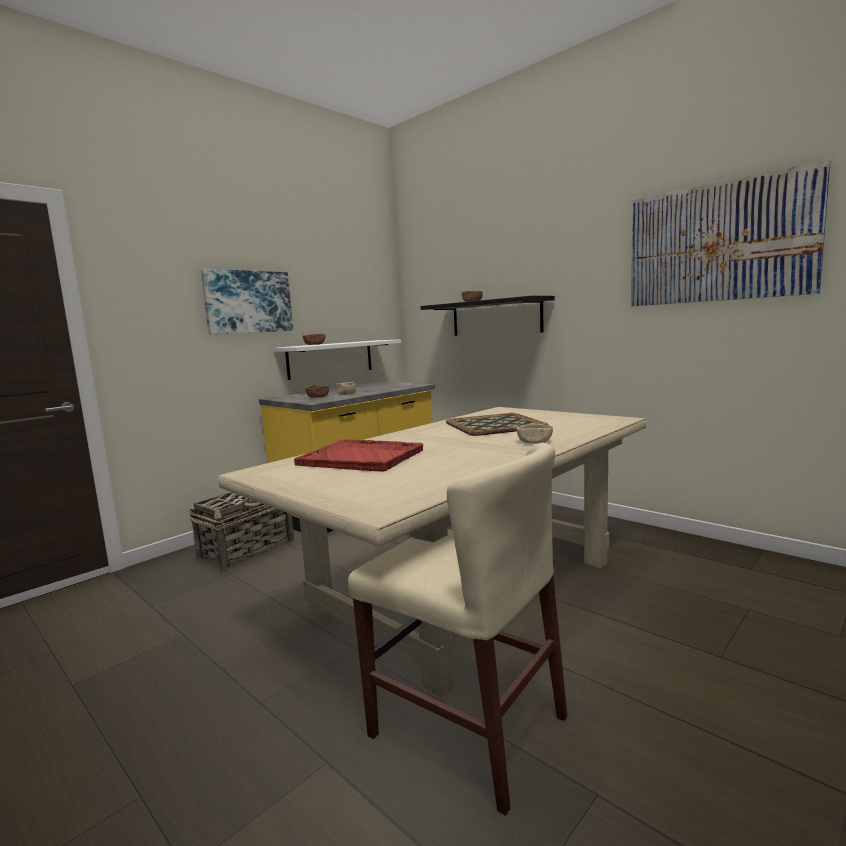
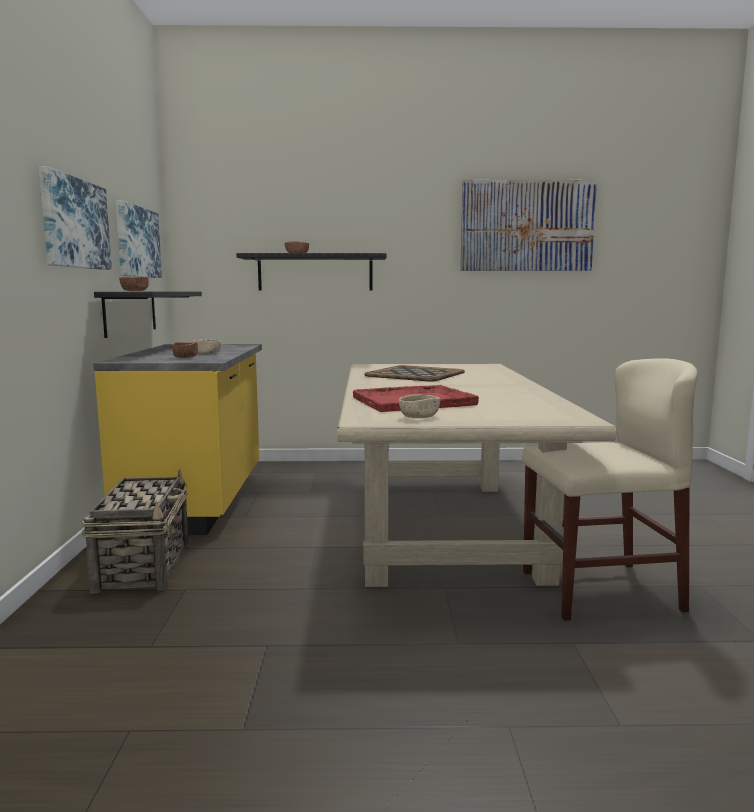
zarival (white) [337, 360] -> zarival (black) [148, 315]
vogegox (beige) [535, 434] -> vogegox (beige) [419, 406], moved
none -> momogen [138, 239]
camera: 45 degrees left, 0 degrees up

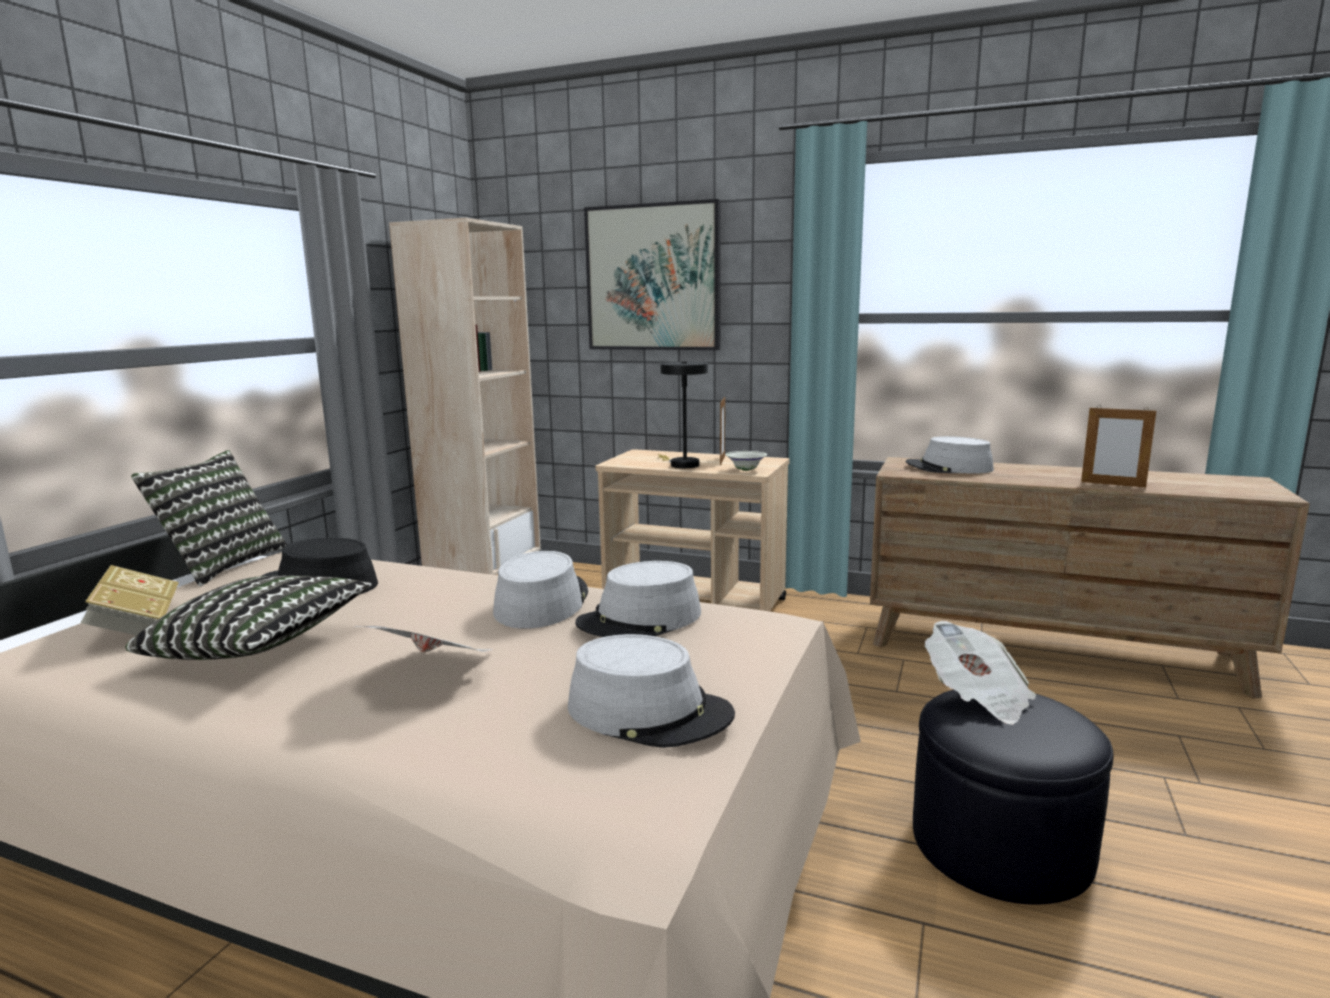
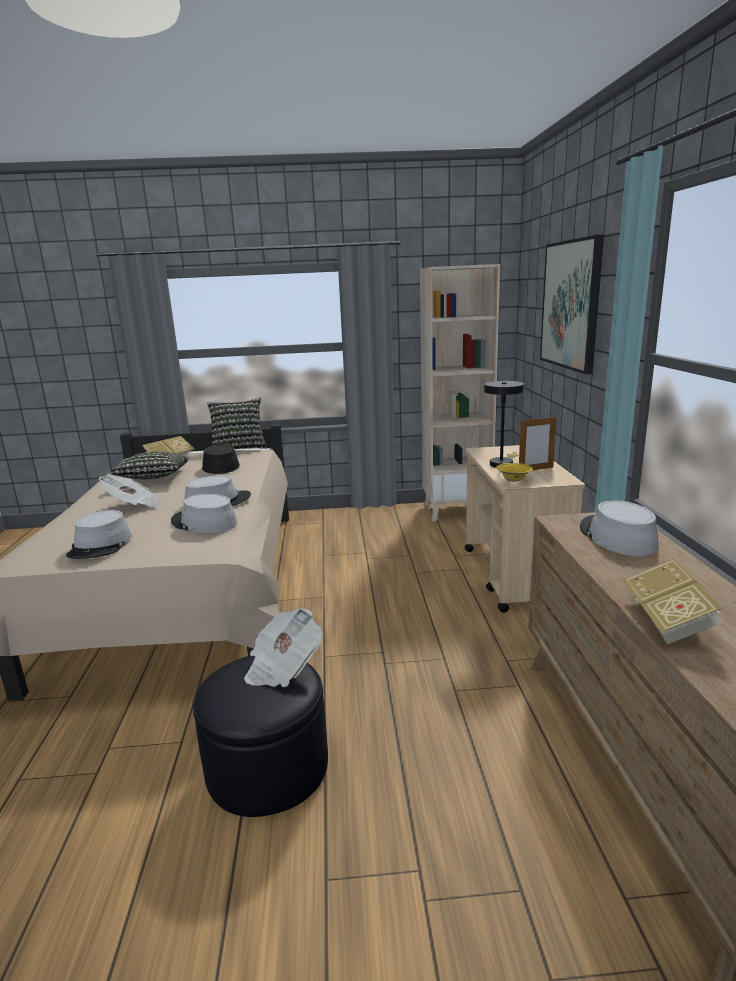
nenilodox [1118, 446] -> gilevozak [673, 601]
vogegox (white) [746, 461] -> vogegox (yellow) [514, 472]
camera: 65 degrees right, 5 degrees up

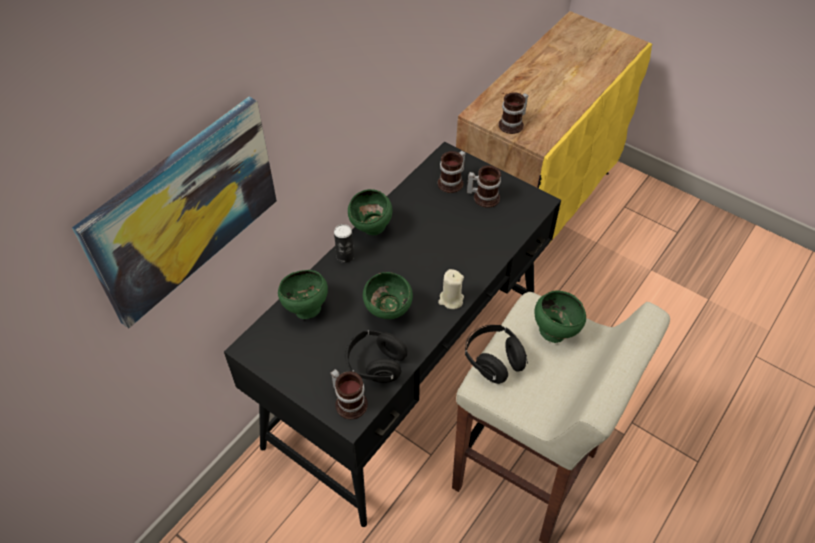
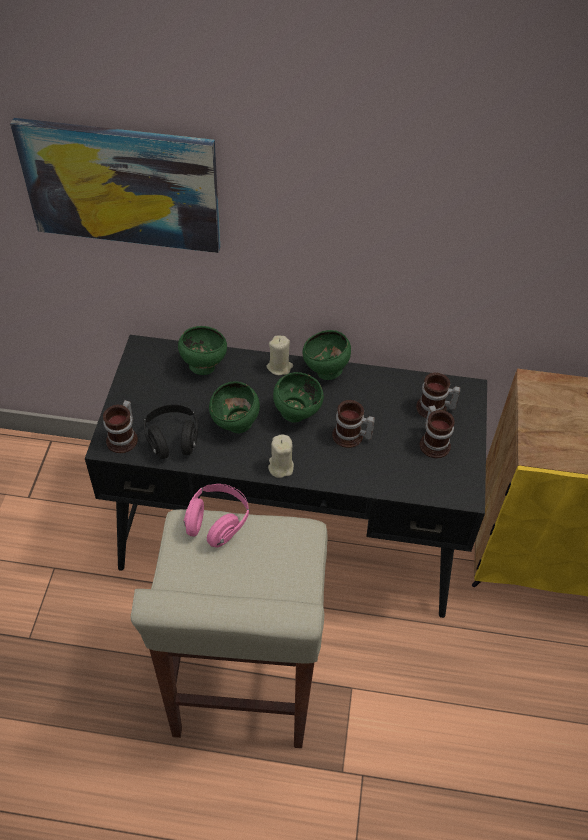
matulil [513, 113] -> matulil [353, 424], moved
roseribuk [344, 243] -> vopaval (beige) [279, 355]
vogegox (green) [560, 317] -> vogegox (green) [298, 397], moved
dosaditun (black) [496, 354] -> dosaditun (pink) [216, 516]
camera: 60 degrees right, 0 degrees up

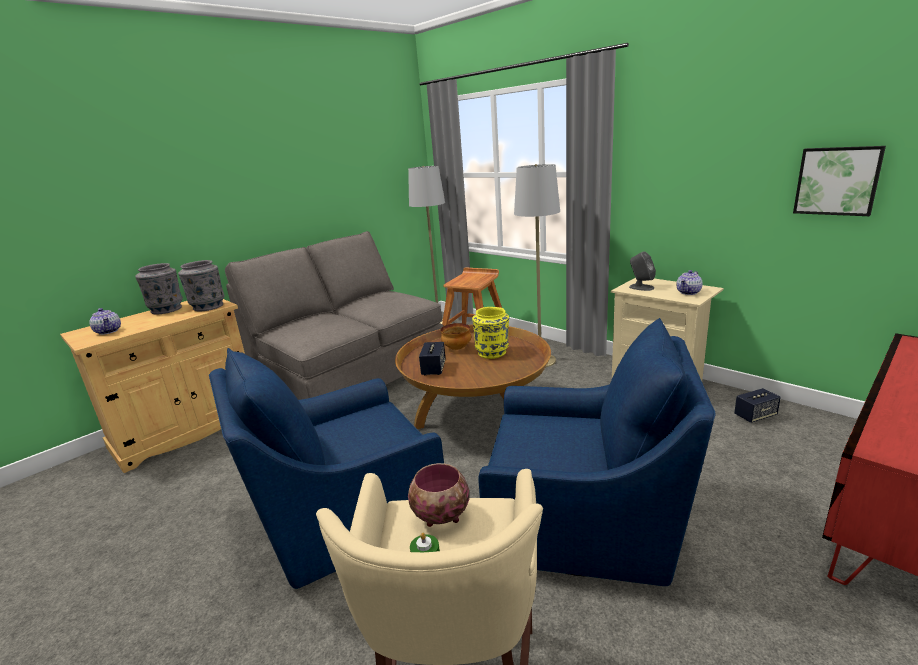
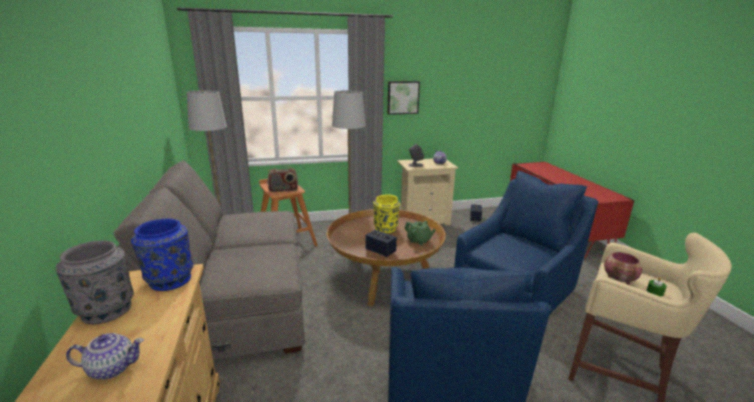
momogen [839, 181] -> momogen [403, 98], moved
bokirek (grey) [201, 285] -> bokirek (blue) [162, 254]
vogegox [456, 336] -> none
none -> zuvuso [283, 179]
none -> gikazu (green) [420, 233]
camera: 60 degrees left, 0 degrees up

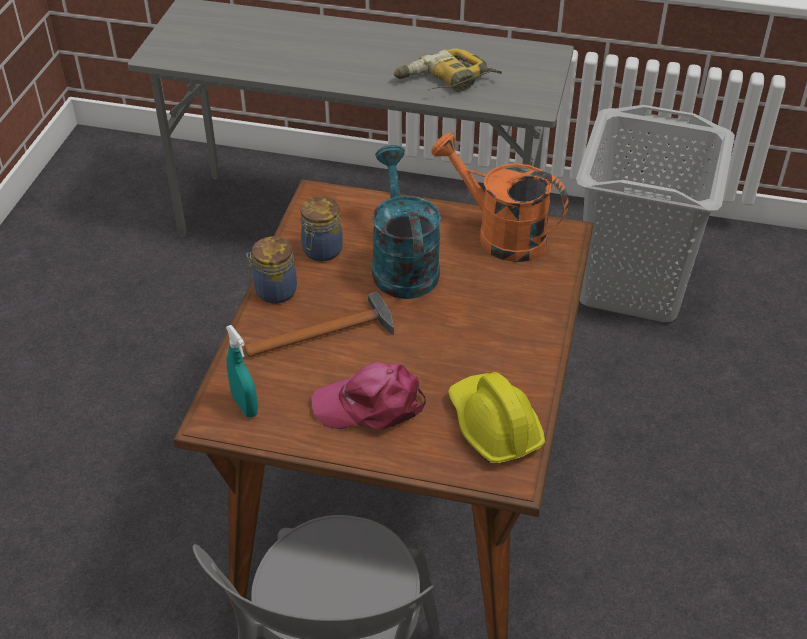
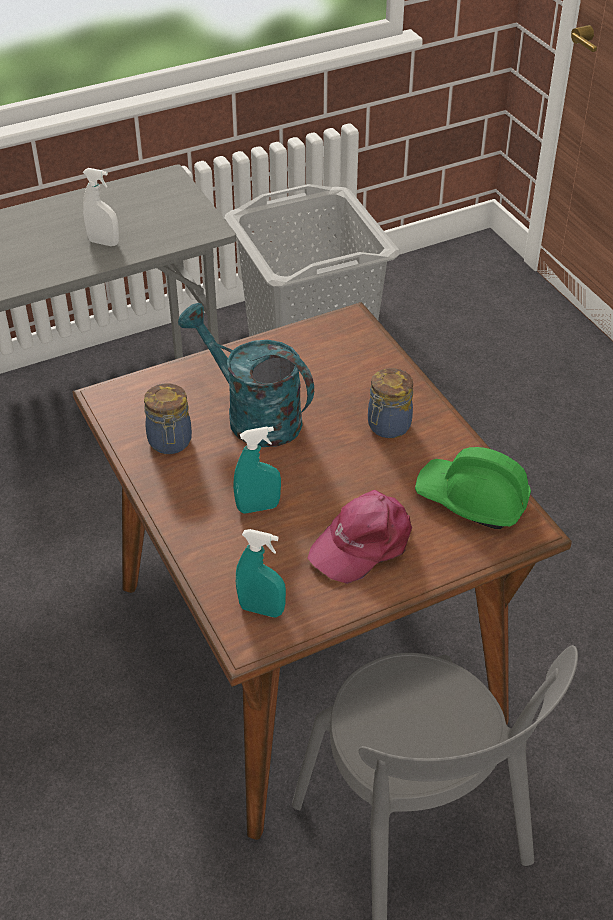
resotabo [448, 70] -> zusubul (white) [101, 207]
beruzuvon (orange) [500, 197] -> none
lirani [271, 270] -> lirani [390, 403], moved
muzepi [319, 324] -> zusubul (turquoise) [257, 470]
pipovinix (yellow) [496, 417] -> pipovinix (green) [473, 488]
camera: 40 degrees left, 0 degrees up

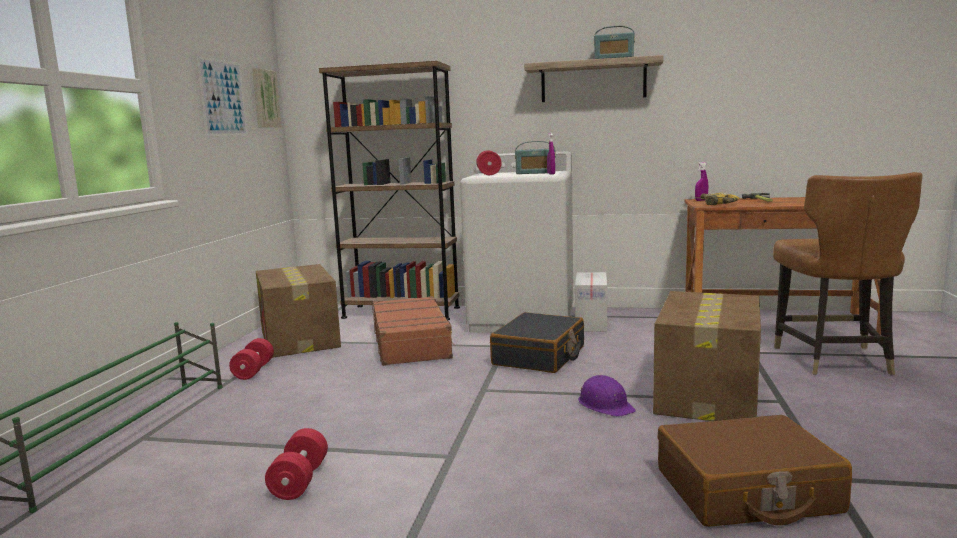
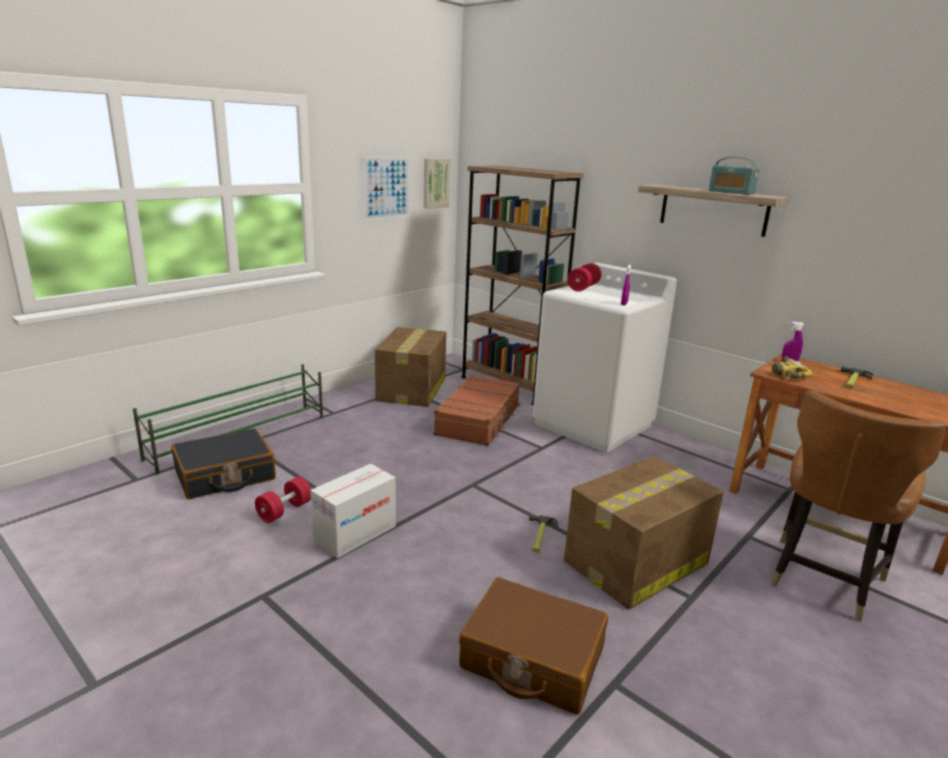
zuvuso [535, 157] -> none
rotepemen [591, 302] -> rotepemen [353, 511], moved
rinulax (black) [537, 342] -> rinulax (black) [223, 463], moved
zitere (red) [251, 359] -> none
pipovinix (purple) [607, 396] -> muzepi [544, 533]
camera: 30 degrees right, 10 degrees up

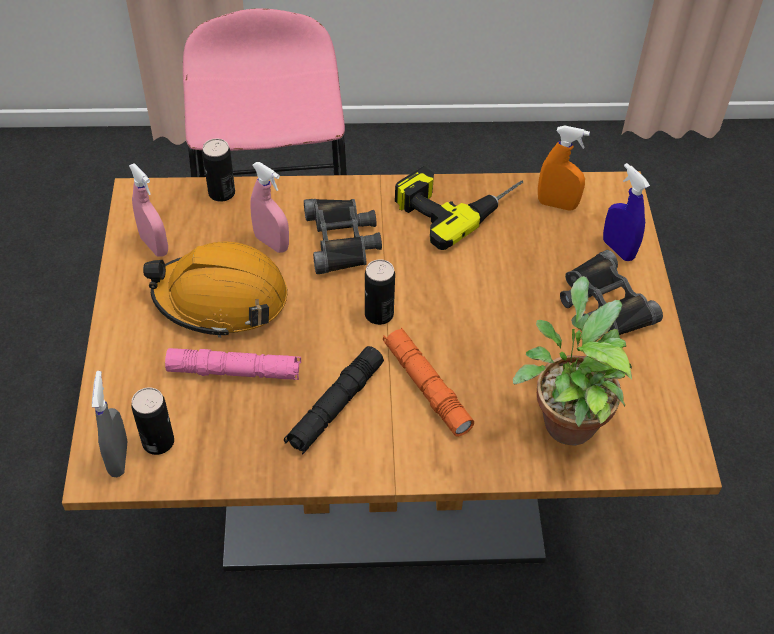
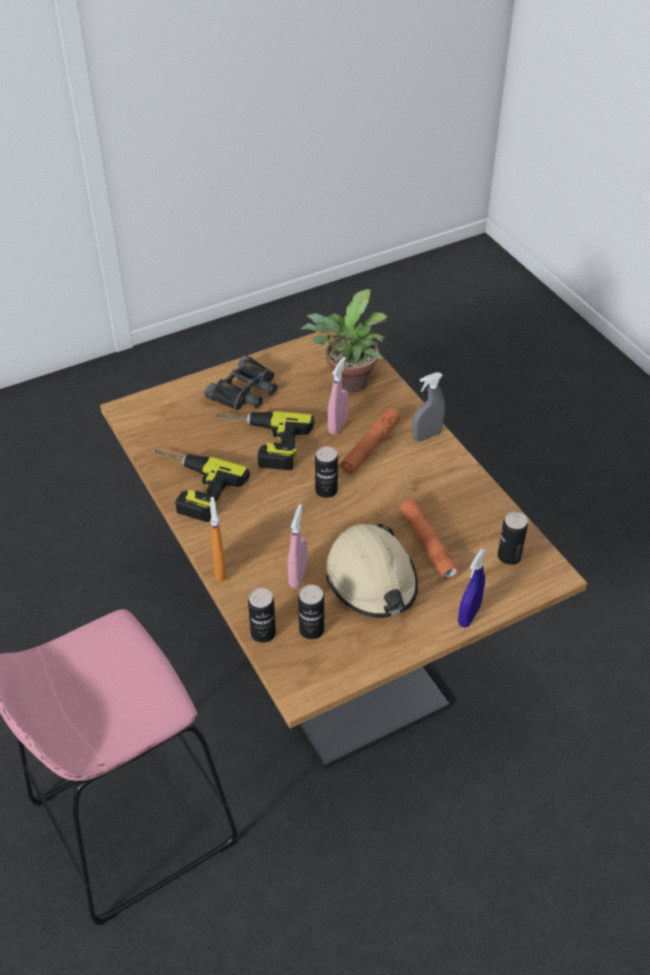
zusubul (orange) [564, 167] -> zusubul (orange) [218, 539], moved
zusubul (pink) [148, 210] -> zusubul (pink) [338, 396], moved
zusubul (blue) [626, 212] -> zusubul (blue) [472, 588], moved
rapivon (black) [343, 236] -> none
pipovinix (orange) [215, 289] -> pipovinix (beige) [372, 571]
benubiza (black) [334, 400] -> none
benubiza (pink) [233, 364] -> benubiza (orange) [428, 539]
zusubul (grey) [109, 424] -> zusubul (grey) [428, 406], moved
none -> resotabo [265, 440]
none -> roseribuk [311, 612]
camera: 115 degrees left, 5 degrees down

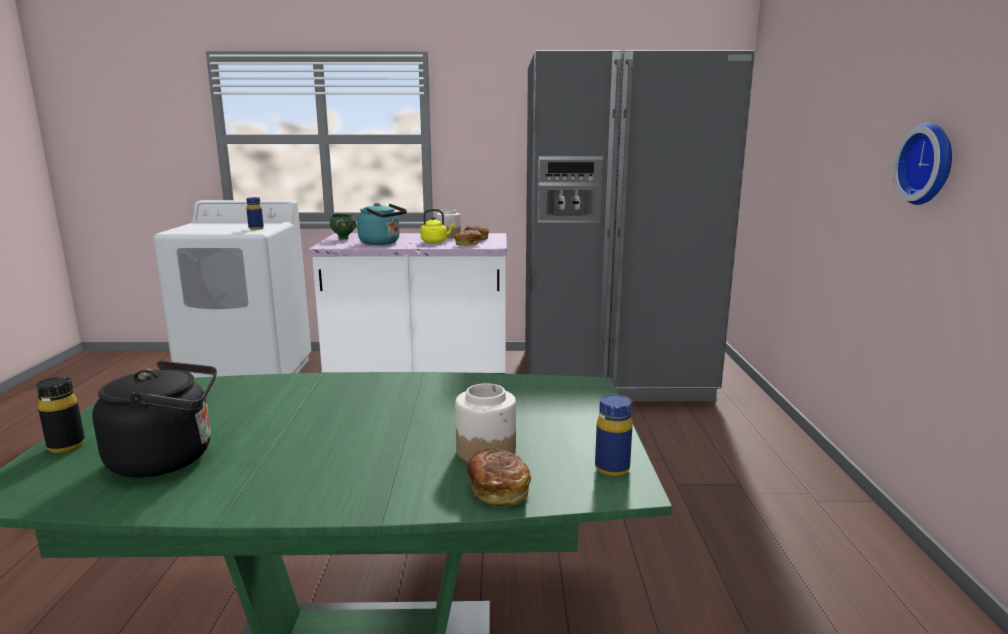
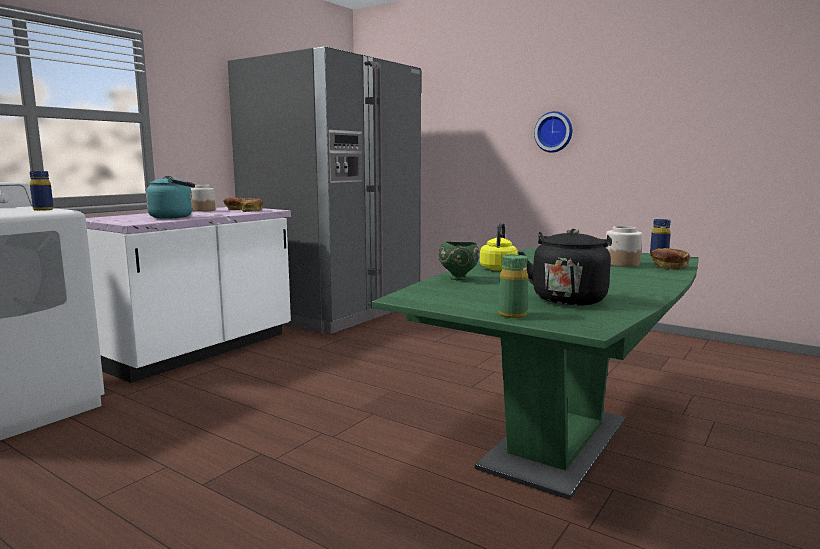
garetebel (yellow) [437, 226] -> garetebel (yellow) [499, 247], moved
vogegox (green) [343, 226] -> vogegox (green) [459, 261], moved
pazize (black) [60, 415] -> pazize (green) [513, 286]
camera: 55 degrees left, 5 degrees down

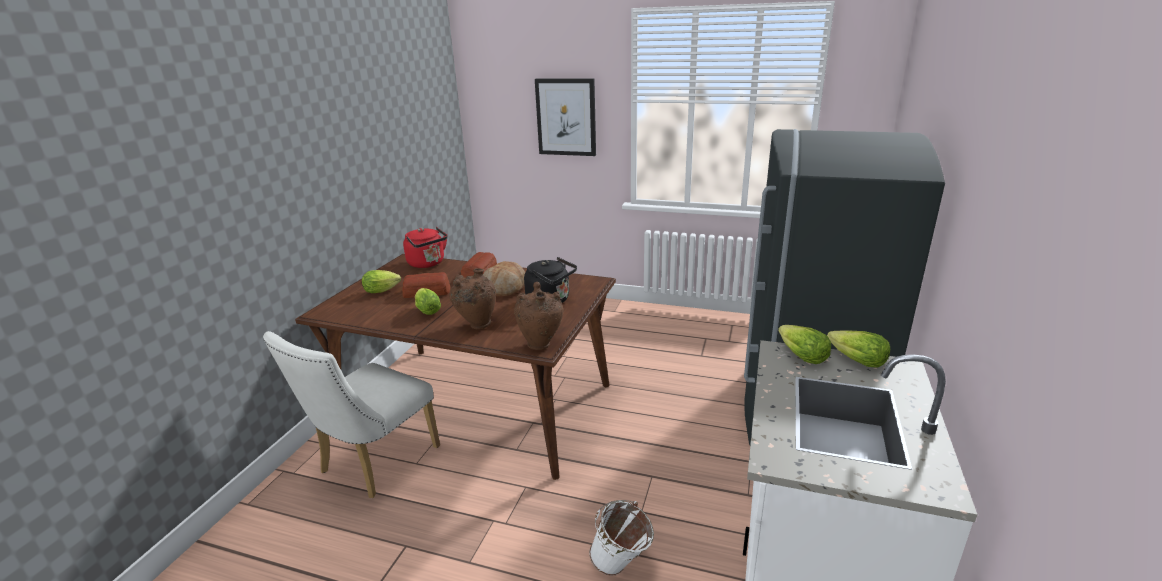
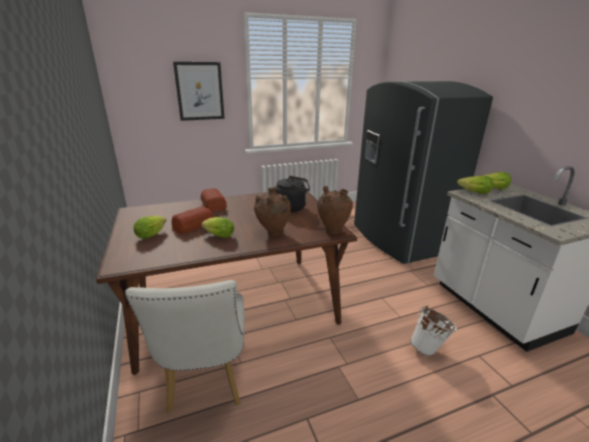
garetebel (red) [425, 247] -> none
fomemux [504, 278] -> none
camera: 40 degrees left, 0 degrees up

